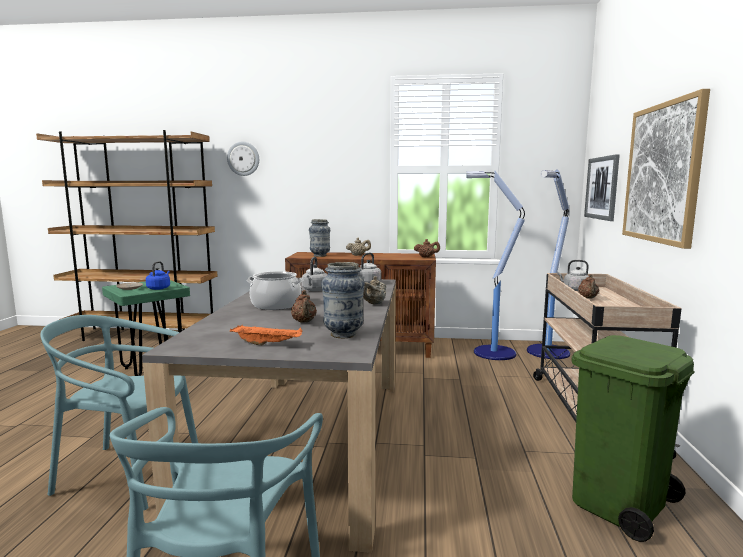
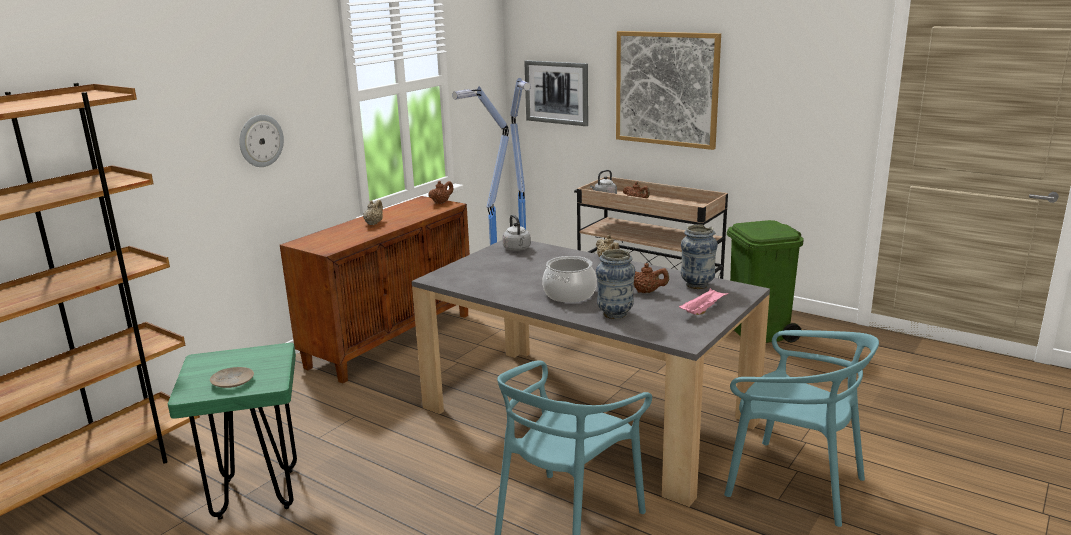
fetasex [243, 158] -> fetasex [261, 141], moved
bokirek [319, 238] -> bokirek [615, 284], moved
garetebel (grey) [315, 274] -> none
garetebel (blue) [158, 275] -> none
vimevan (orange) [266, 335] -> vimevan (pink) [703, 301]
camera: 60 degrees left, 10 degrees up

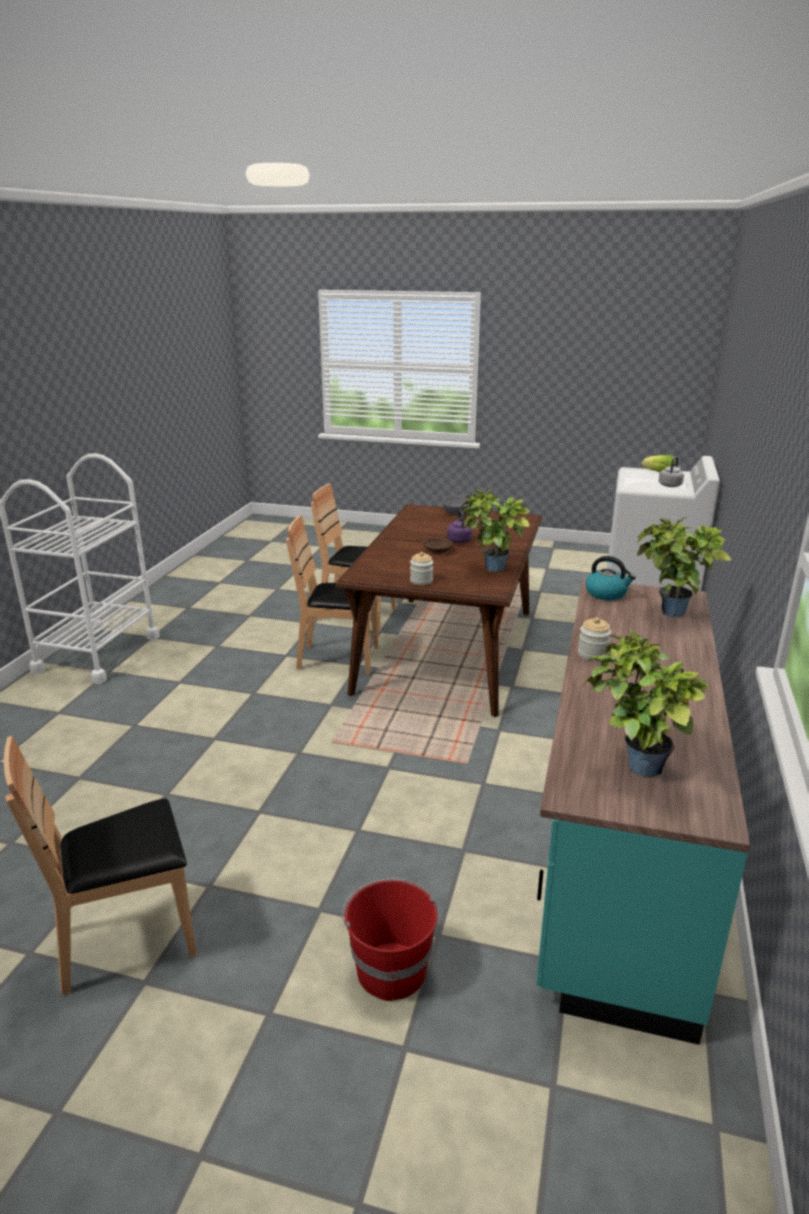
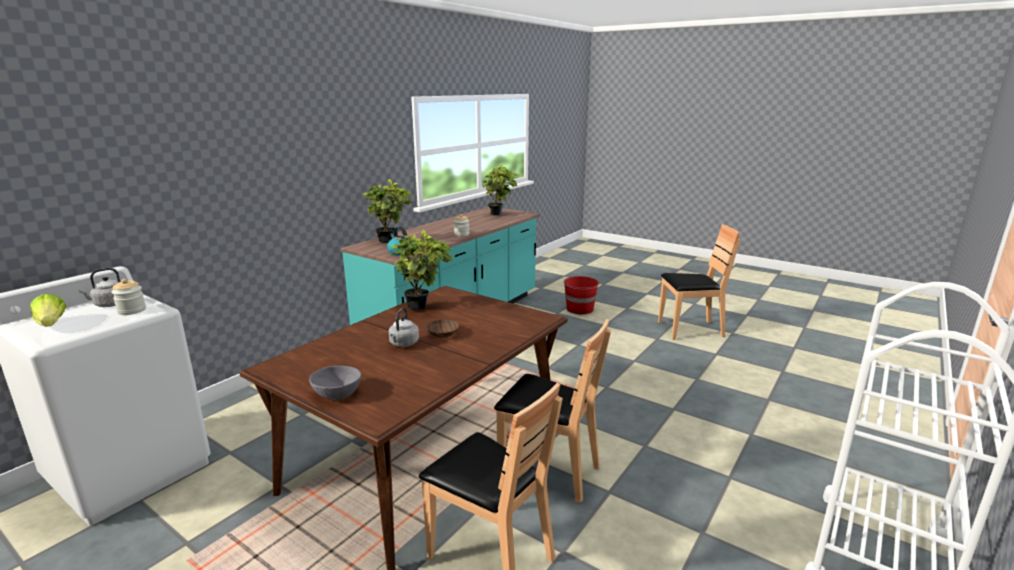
garetebel (purple) [459, 526] -> garetebel (grey) [404, 327]
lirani [421, 568] -> lirani [129, 297], moved
camera: 160 degrees left, 5 degrees down

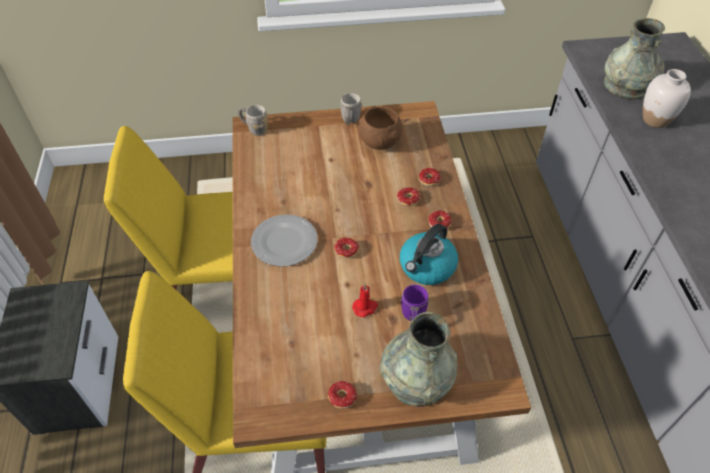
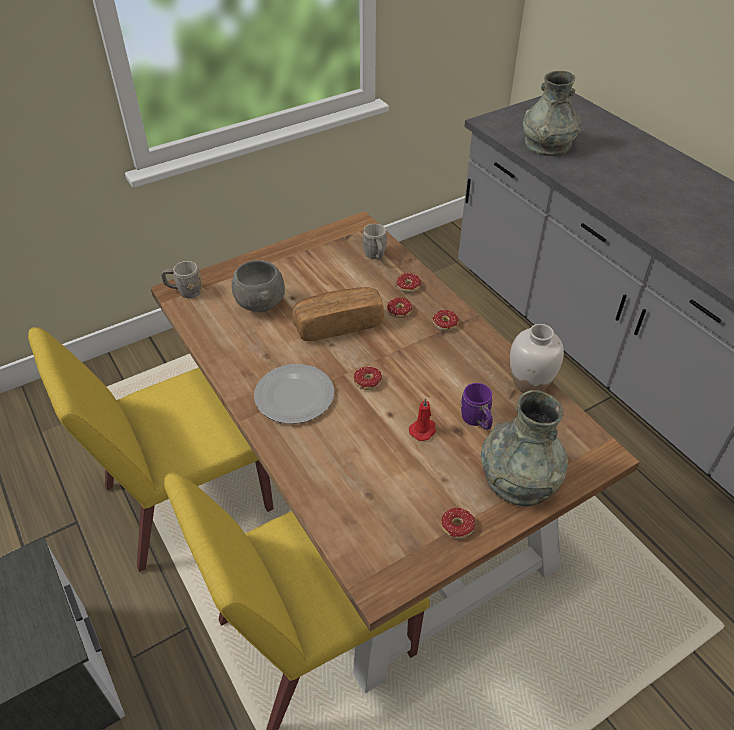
bokirek (white) [667, 98] -> bokirek (white) [537, 358], moved
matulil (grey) [351, 109] -> matulil (grey) [374, 242], moved
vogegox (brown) [380, 128] -> none
garetebel [429, 254] -> none
none -> vogegox (grey) [258, 286]
none -> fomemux [338, 314]
camera: 25 degrees left, 5 degrees down

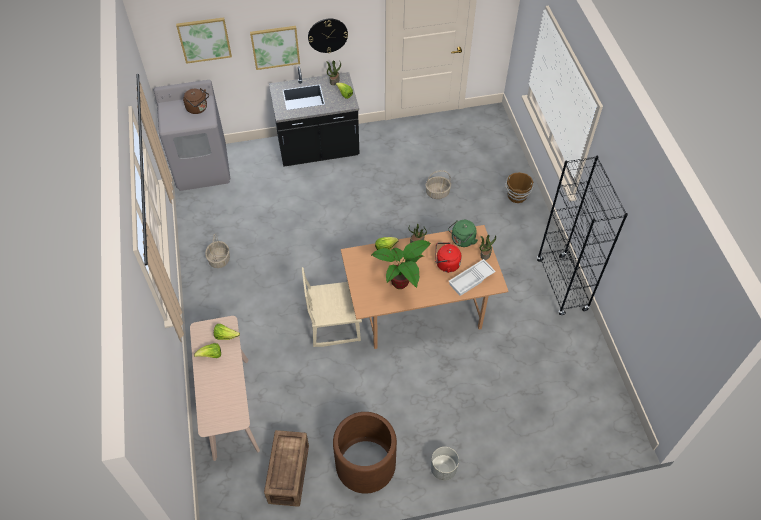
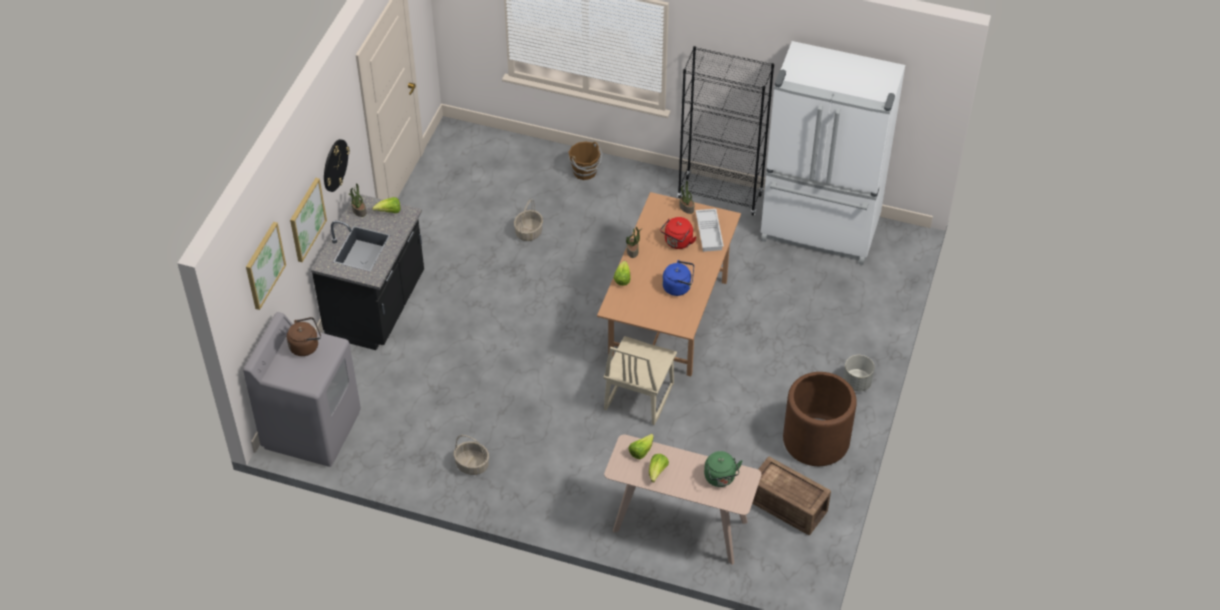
garetebel (green) [463, 233] -> garetebel (green) [723, 469], moved
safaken [401, 264] -> garetebel (blue) [678, 278]
none -> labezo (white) [833, 153]
camera: 60 degrees left, 5 degrees down

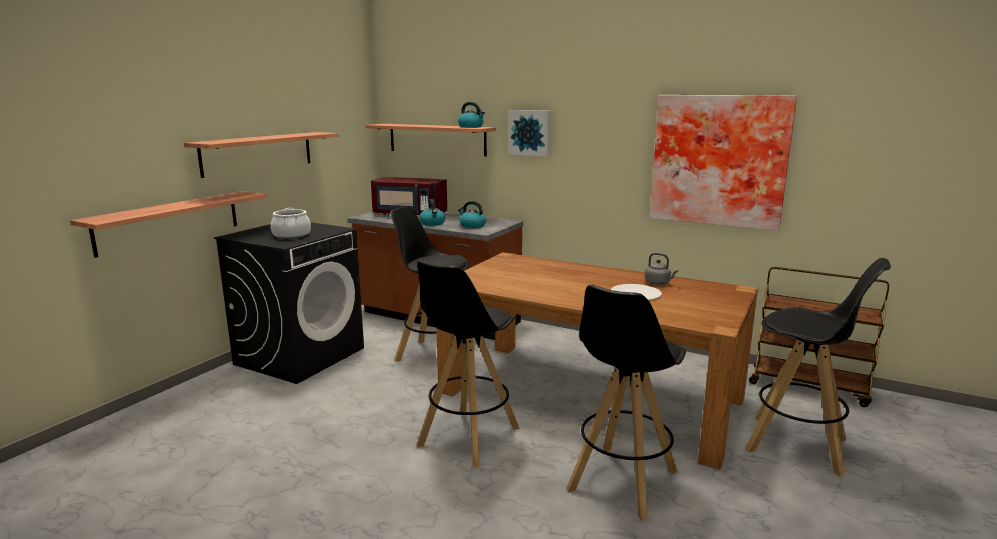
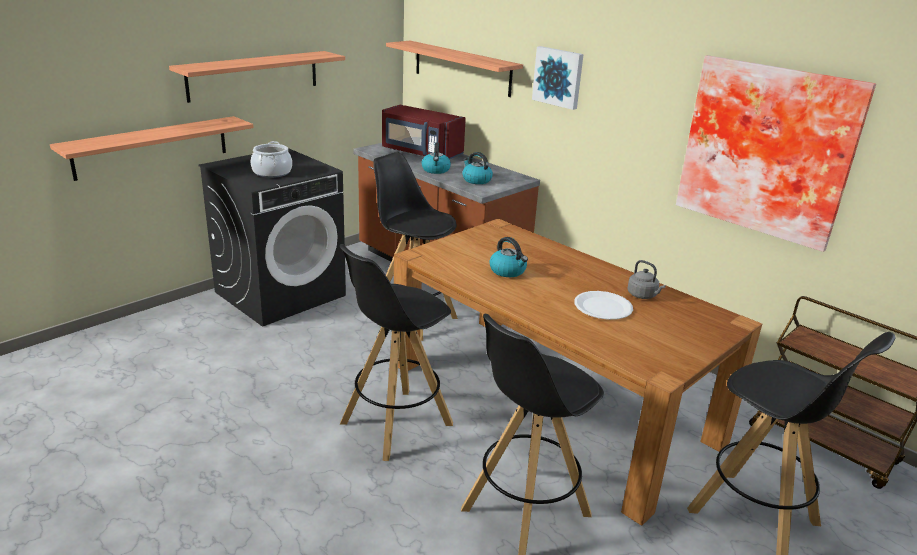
garetebel [471, 115] -> garetebel [508, 257], moved
camera: 15 degrees right, 10 degrees up

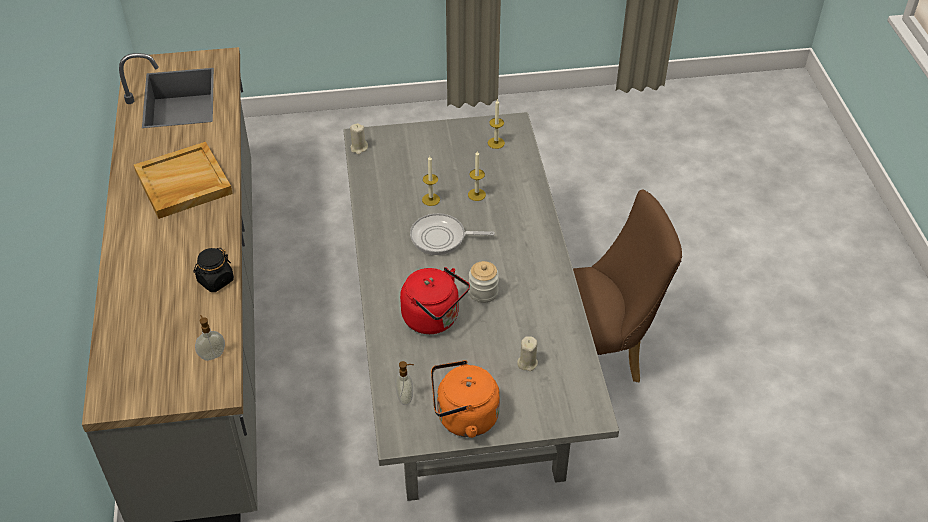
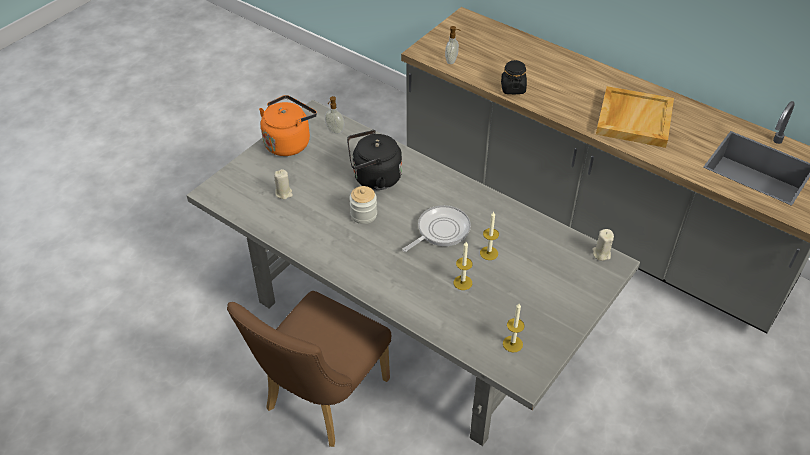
garetebel (red) [435, 300] -> garetebel (black) [374, 160]
camera: 135 degrees right, 0 degrees up

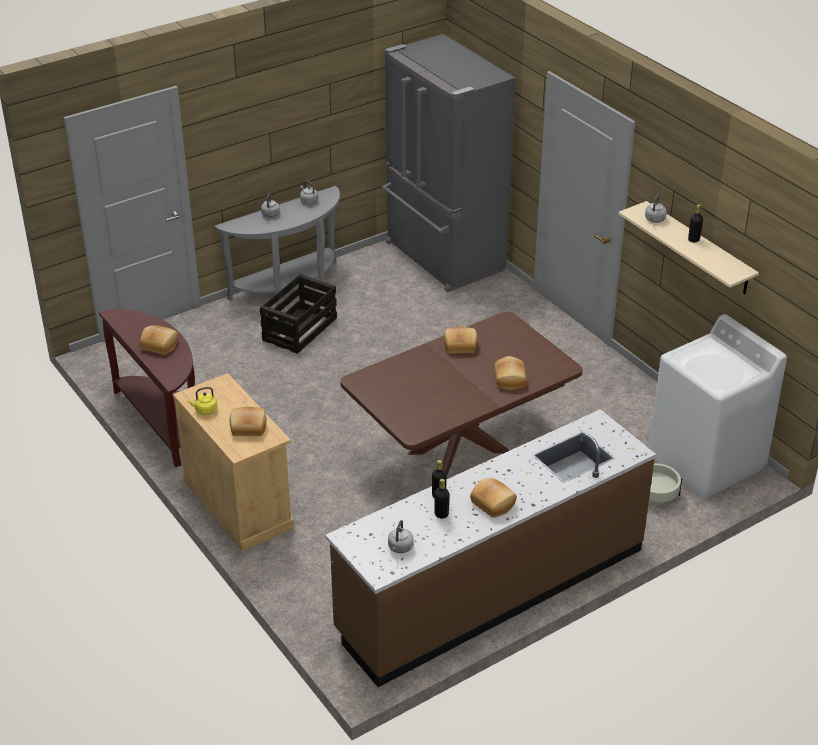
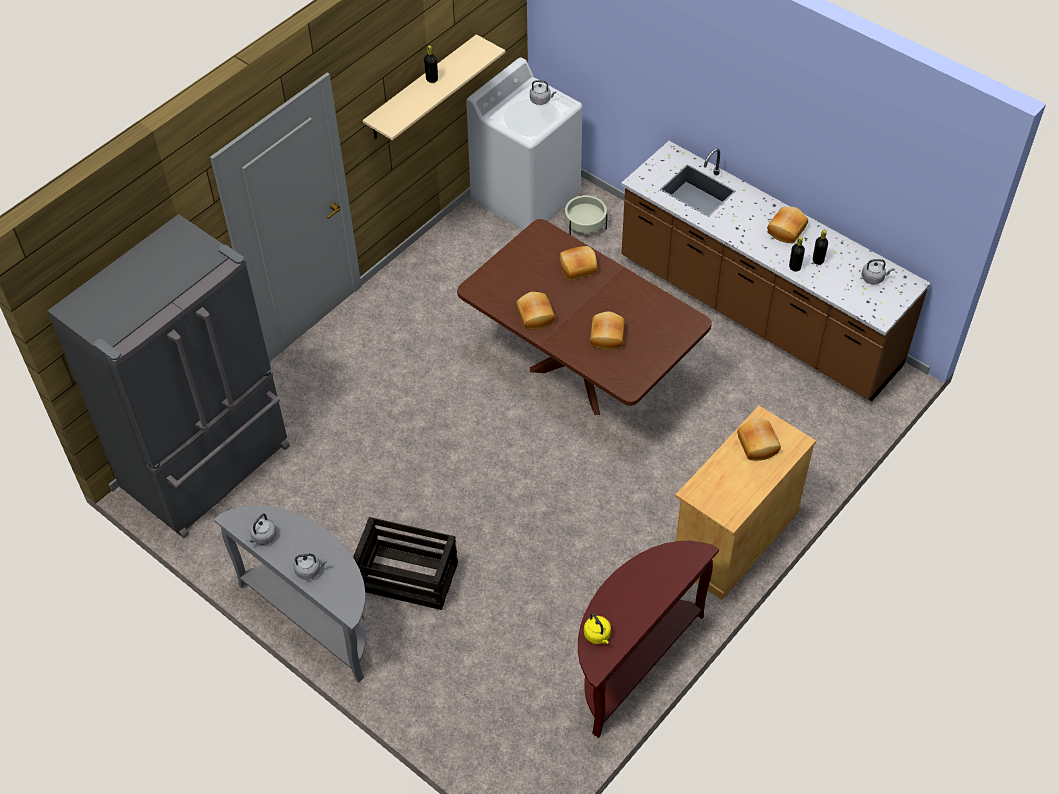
garetebel (grey) [656, 209] -> garetebel (grey) [543, 92], moved
fomemux [159, 340] -> fomemux [607, 330], moved
garetebel (yellow) [202, 401] -> garetebel (yellow) [597, 628], moved
camera: 105 degrees left, 15 degrees up

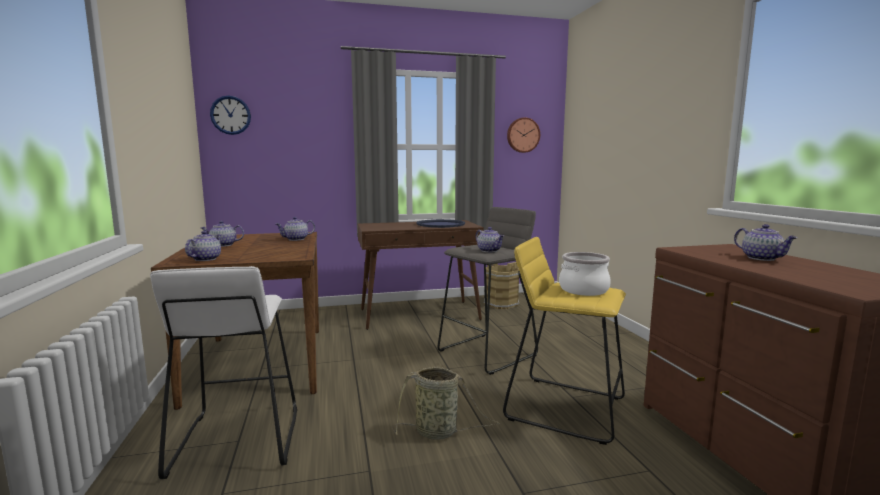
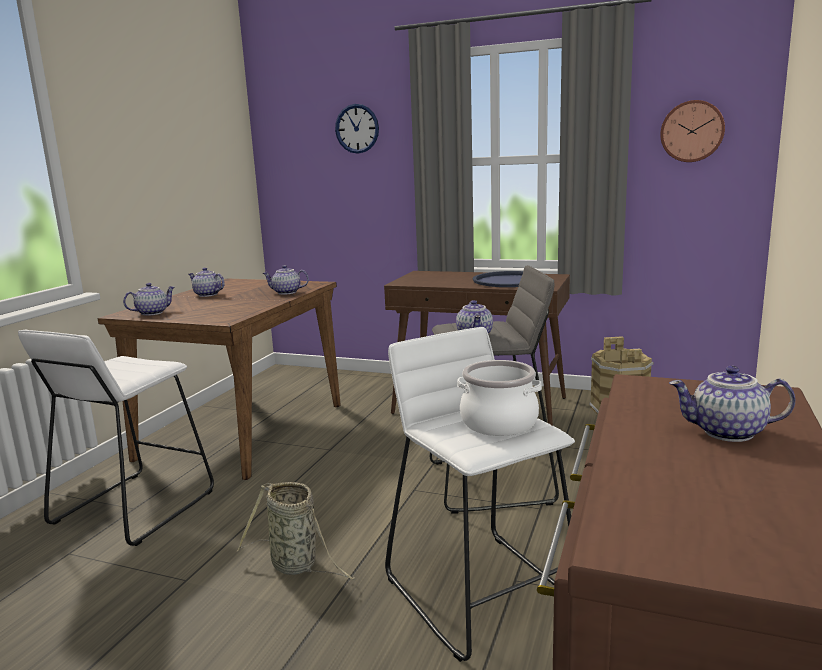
fetasex [230, 115] -> fetasex [357, 129], moved
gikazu [766, 242] -> gikazu [732, 404], 90 degrees clockwise
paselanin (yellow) [564, 341] -> paselanin (white) [480, 494]
camera: 35 degrees right, 5 degrees up

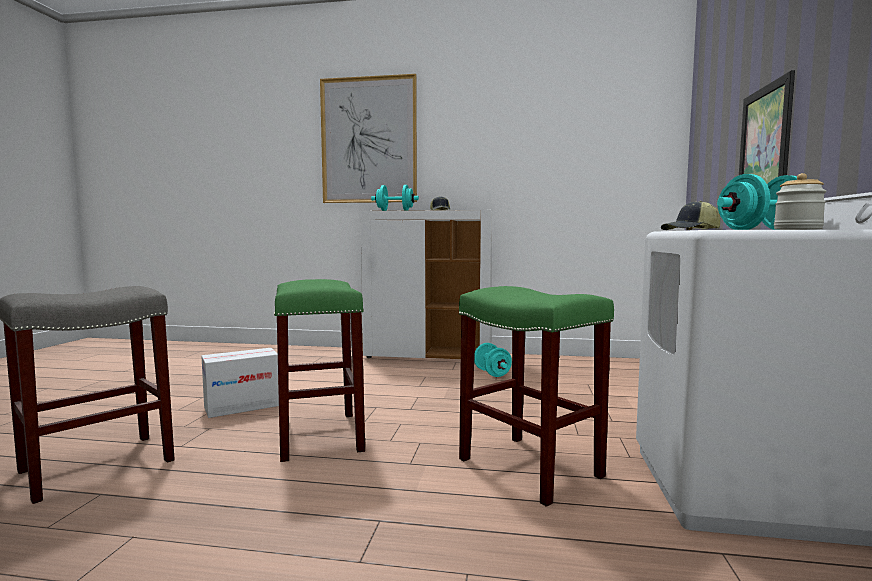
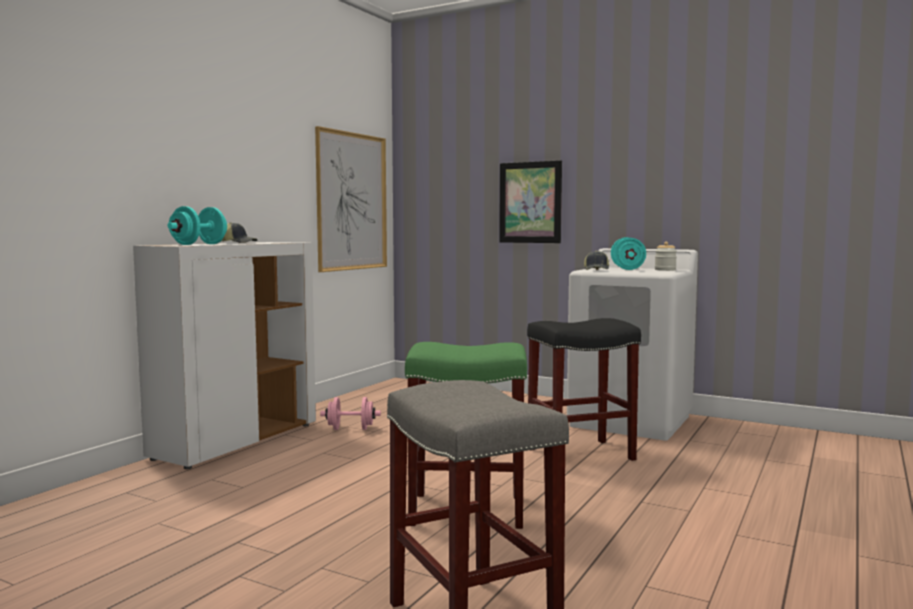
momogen [368, 138] -> momogen [351, 199], moved
paselanin (green) [536, 396] -> paselanin (black) [584, 389]
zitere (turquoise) [493, 360] -> zitere (pink) [350, 413]
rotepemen [240, 383] -> none
camera: 70 degrees left, 0 degrees up

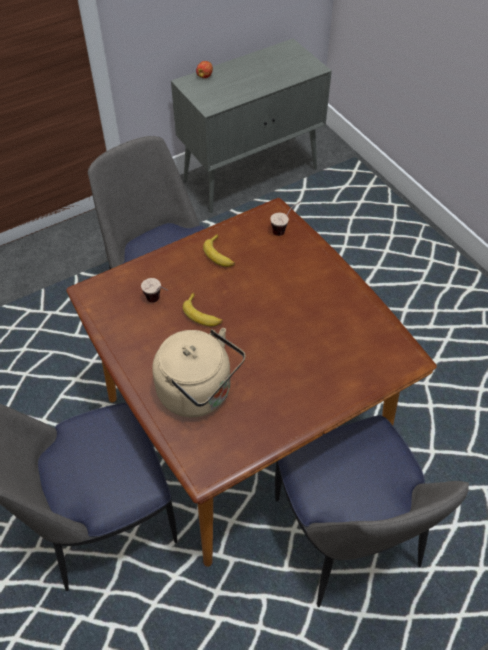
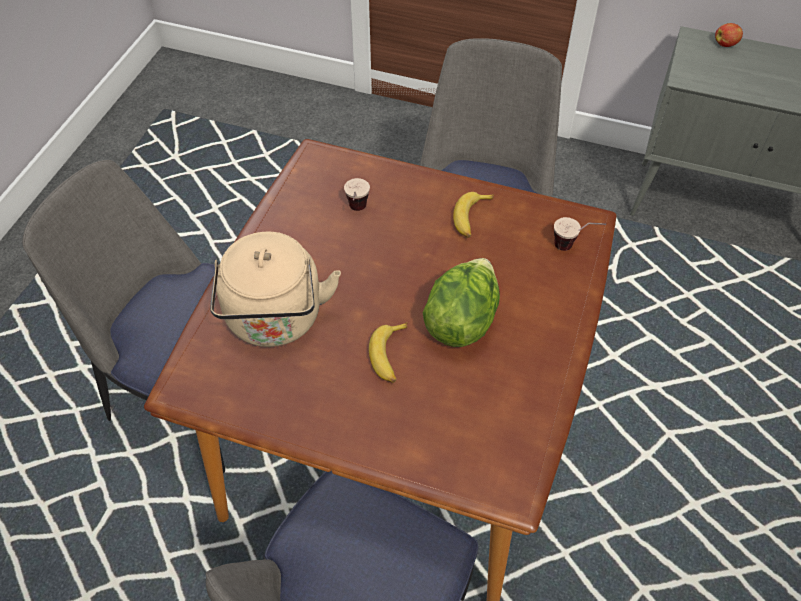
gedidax [203, 309] -> gedidax [388, 352], moved
none -> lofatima [461, 302]
camera: 50 degrees right, 0 degrees up

